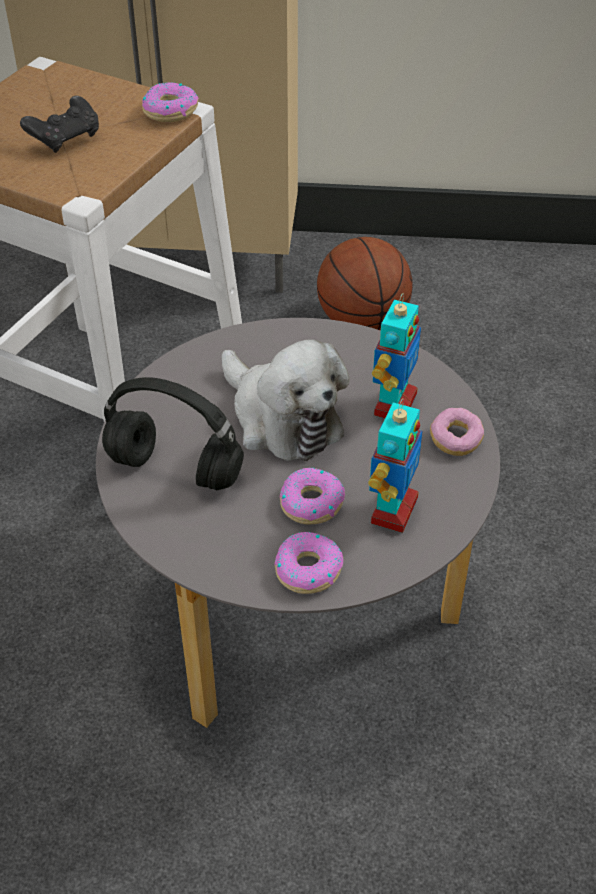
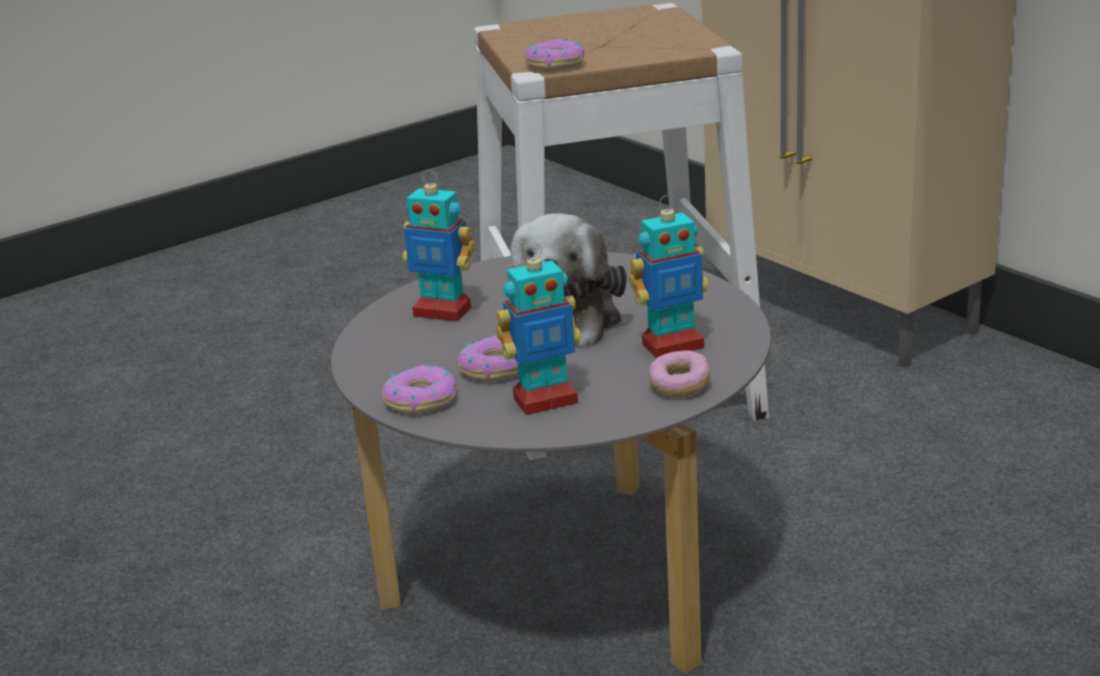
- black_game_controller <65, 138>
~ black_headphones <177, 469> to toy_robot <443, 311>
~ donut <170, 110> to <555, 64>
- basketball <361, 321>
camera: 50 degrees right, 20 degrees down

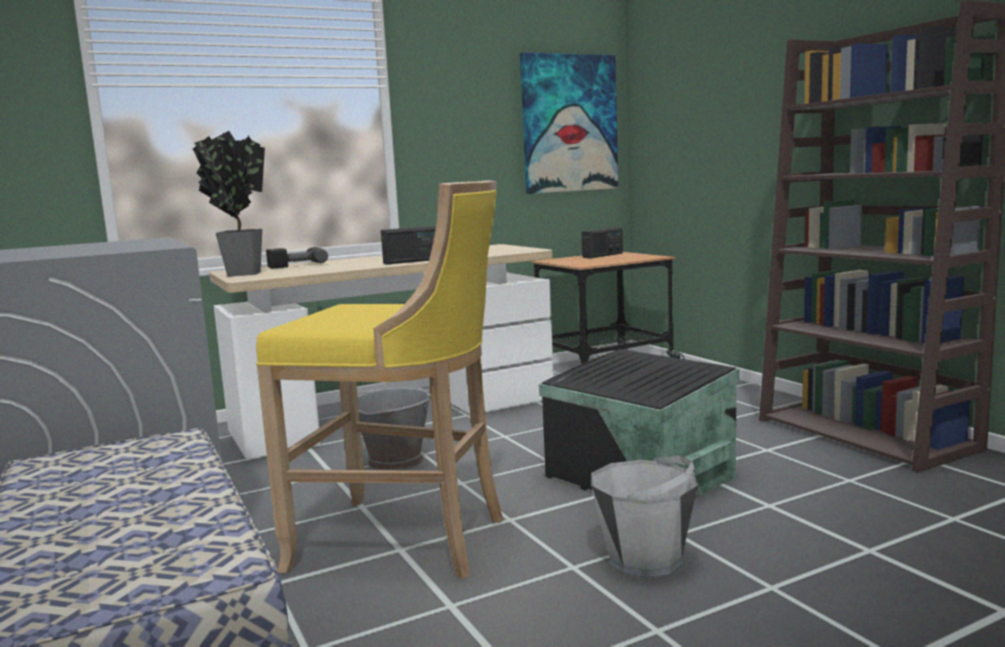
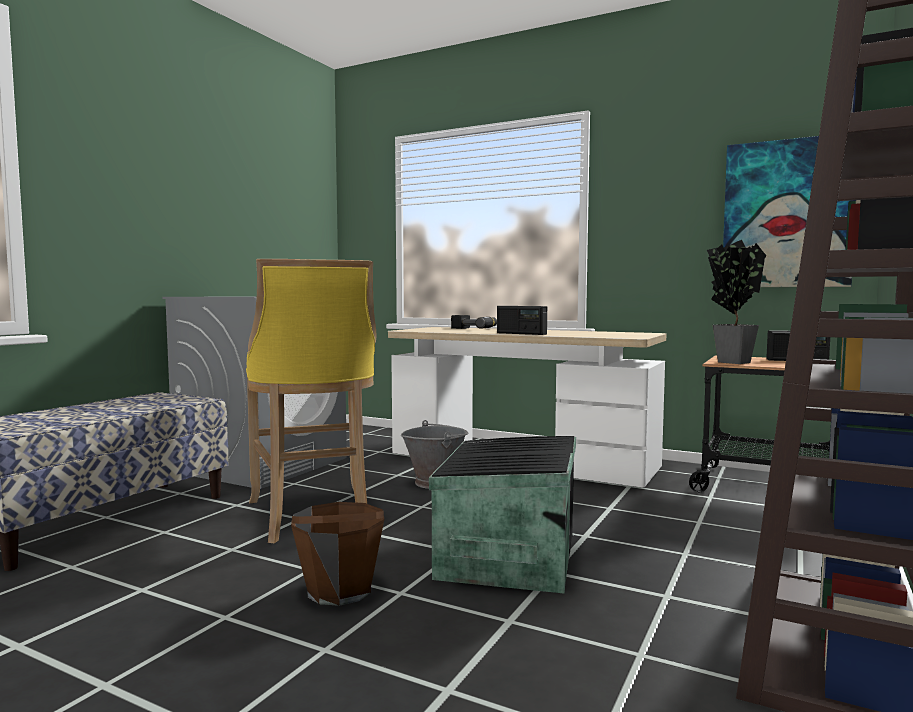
~ potted_plant <239, 274> to <730, 361>
~ grey_bucket <645, 560> to brown_bucket <339, 590>
camera: 55 degrees right, 5 degrees down

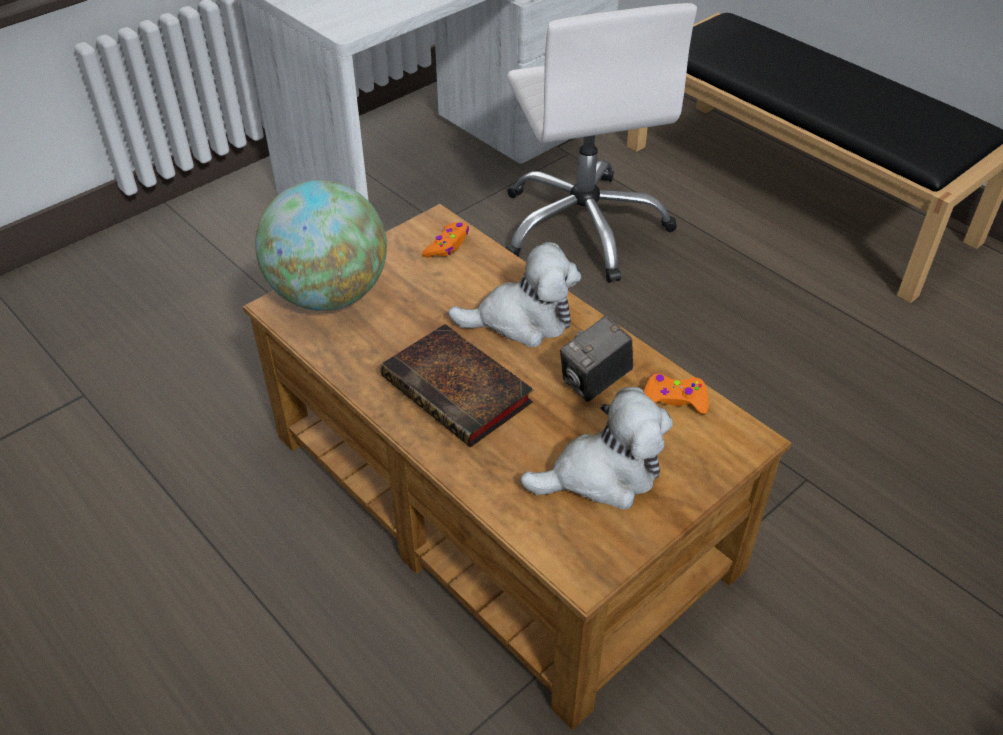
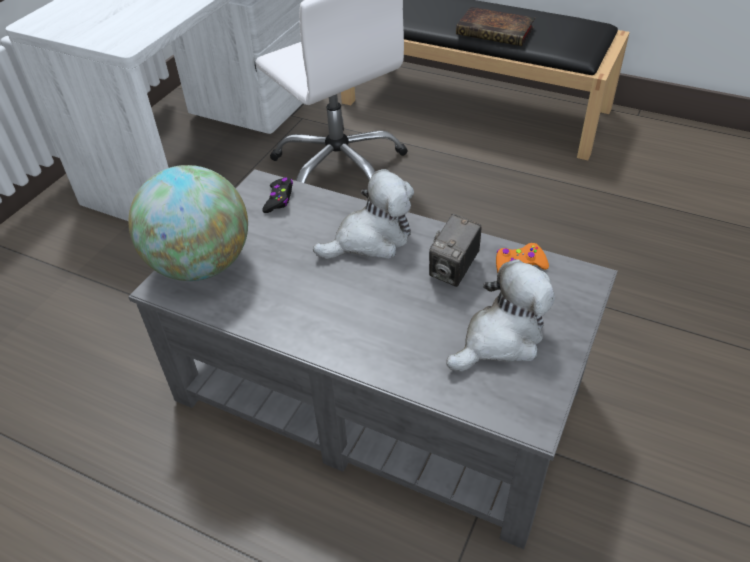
~ brown_coffee_table <499, 497> to grey_coffee_table <377, 388>
~ book <460, 392> to <497, 31>
~ orange_game_controller <447, 245> to black_game_controller <279, 199>
camera: 20 degrees left, 0 degrees up

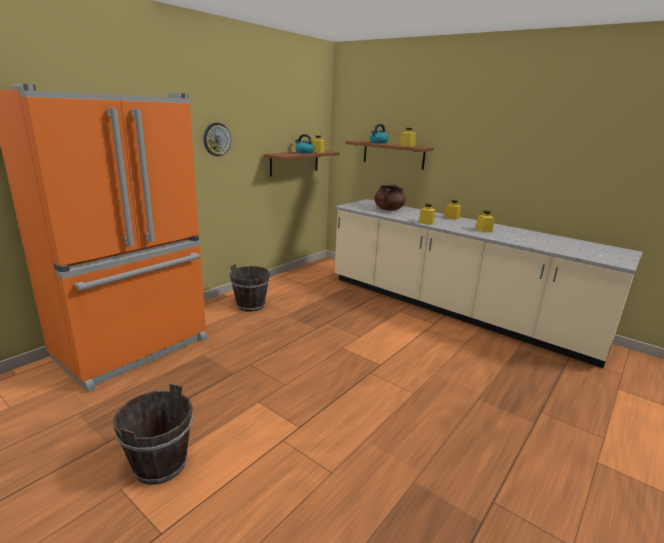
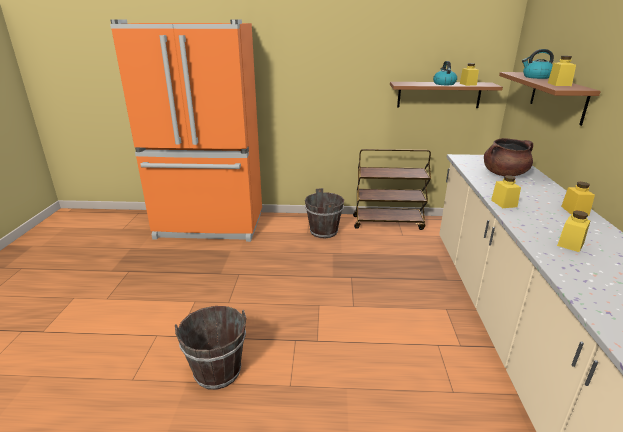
~ brown_bucket <160, 464> to <217, 371>
- wall_clock <216, 139>
+ brown_cart <388, 222>
camera: 55 degrees right, 5 degrees up

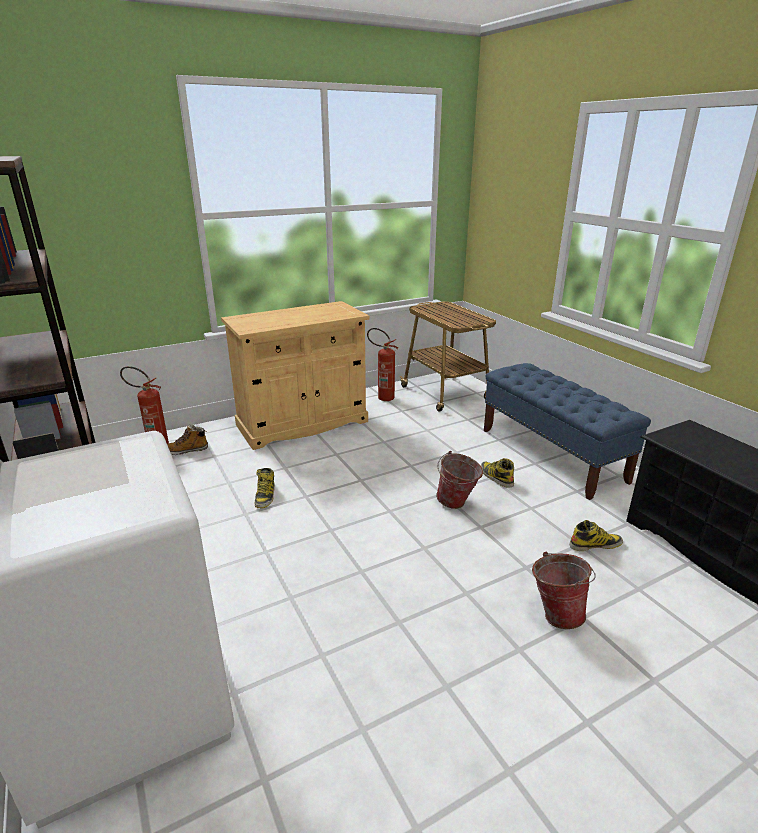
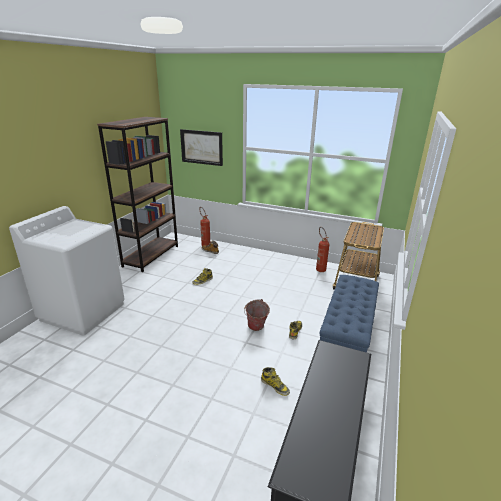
- beige_cabinet <302, 423>
- bucket <555, 612>
+ picture <201, 147>
camera: 50 degrees right, 0 degrees up

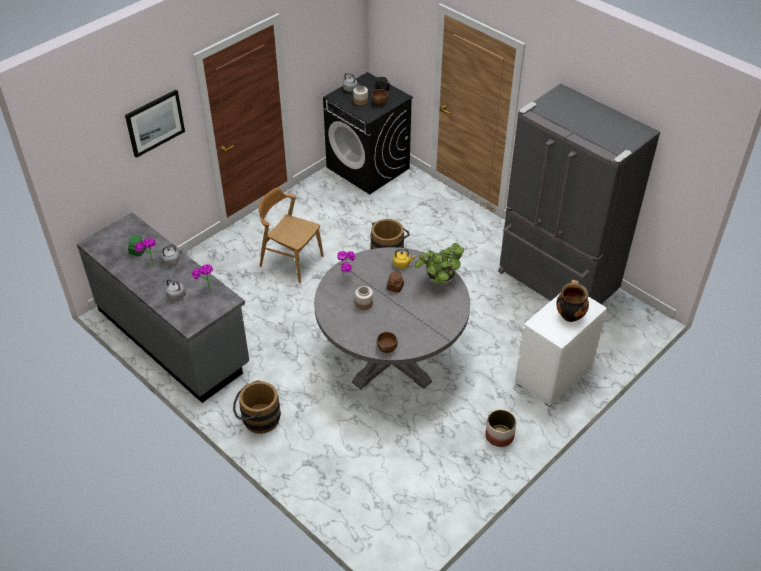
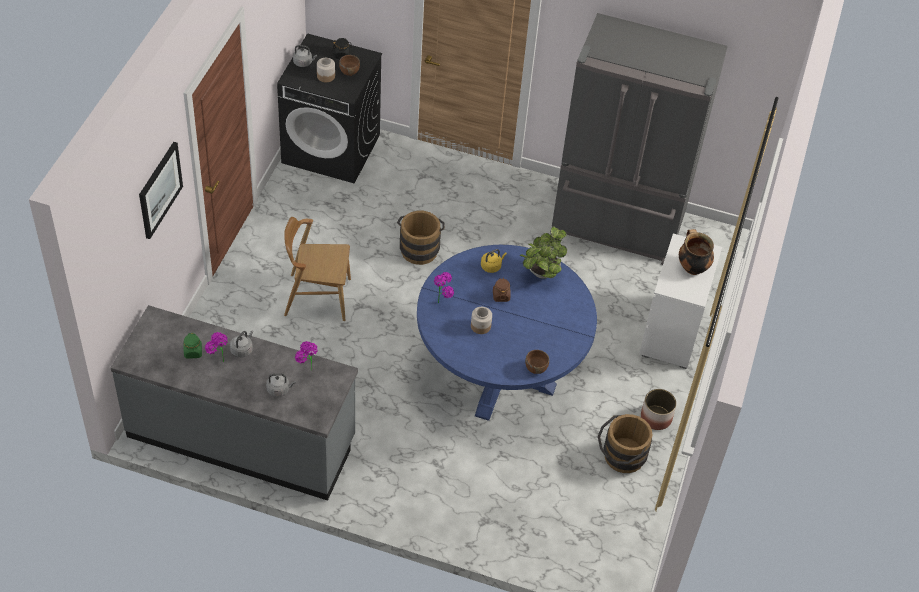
~ brown_bucket <257, 419> to <620, 458>
~ grey_dining_table <391, 358> to blue_dining_table <499, 373>
camera: 30 degrees left, 5 degrees up

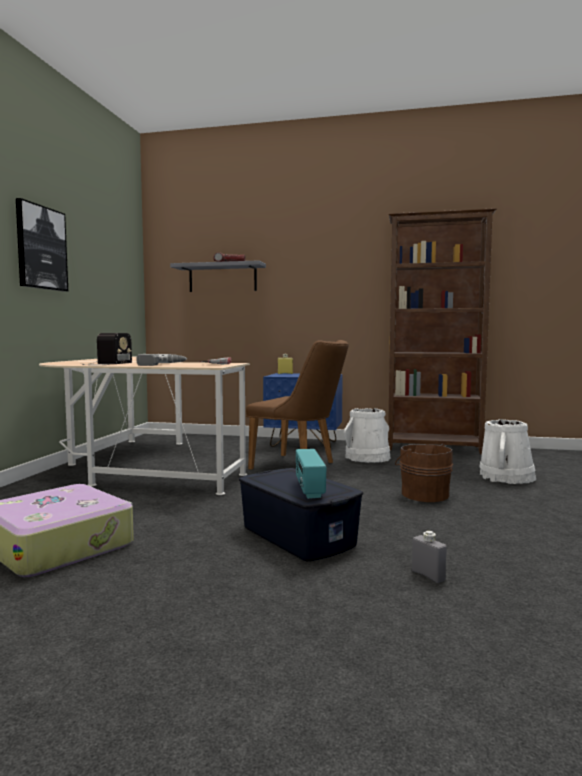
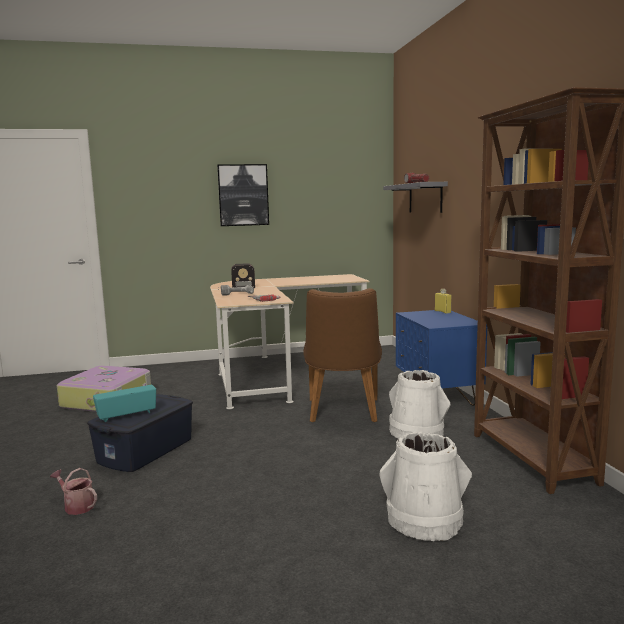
- brown_bucket <423, 494>
~ grey_bottle <428, 575> to watering_can <76, 506>
camera: 65 degrees right, 5 degrees up

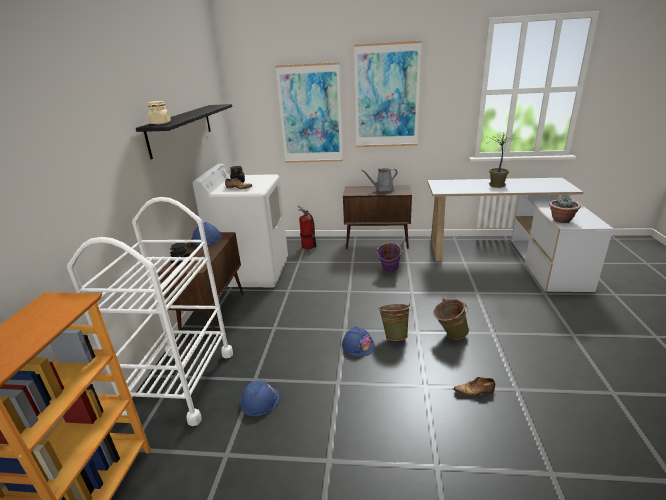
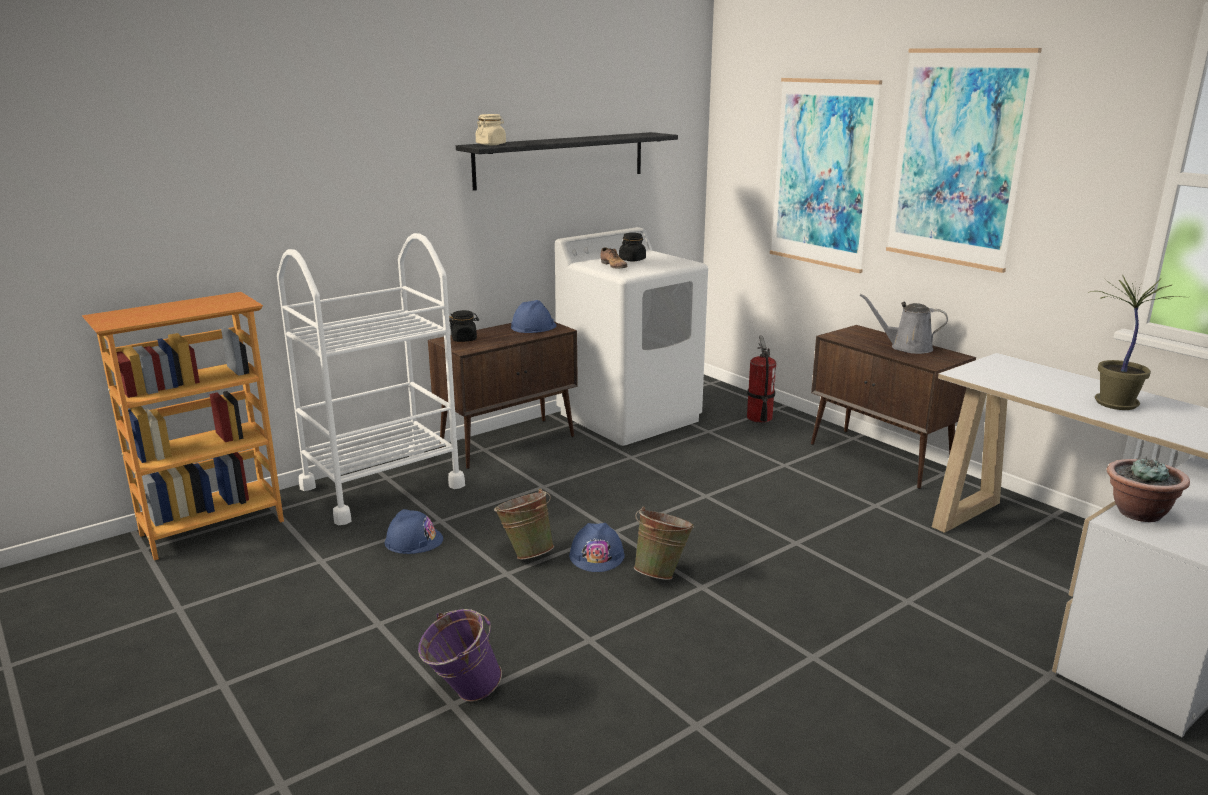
~ purple_bucket <389, 272> to <461, 694>
~ green_bucket <449, 335> to <526, 553>
- shoe <475, 391>
camera: 45 degrees right, 5 degrees down

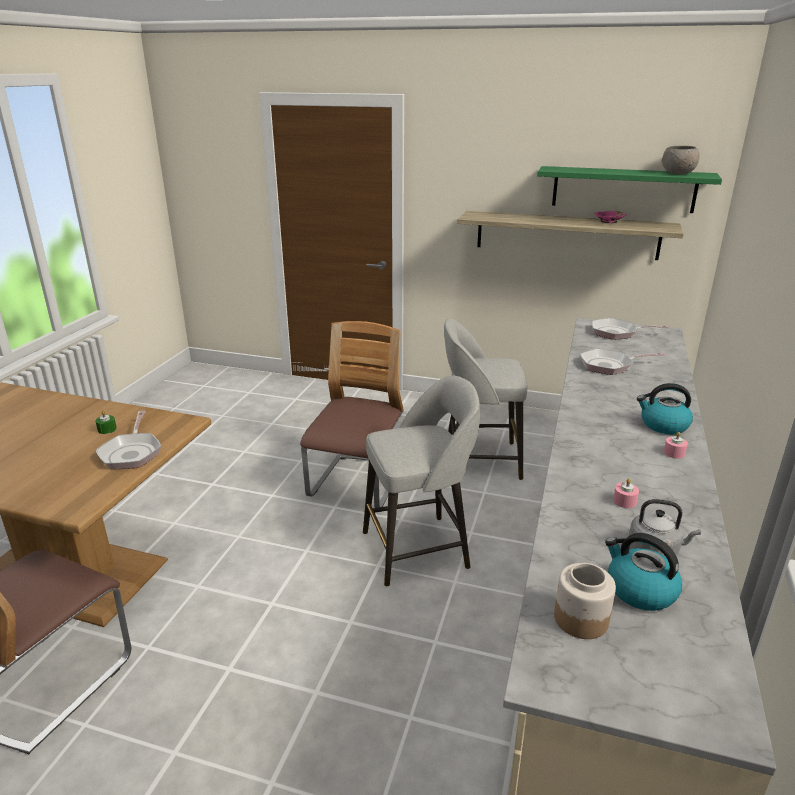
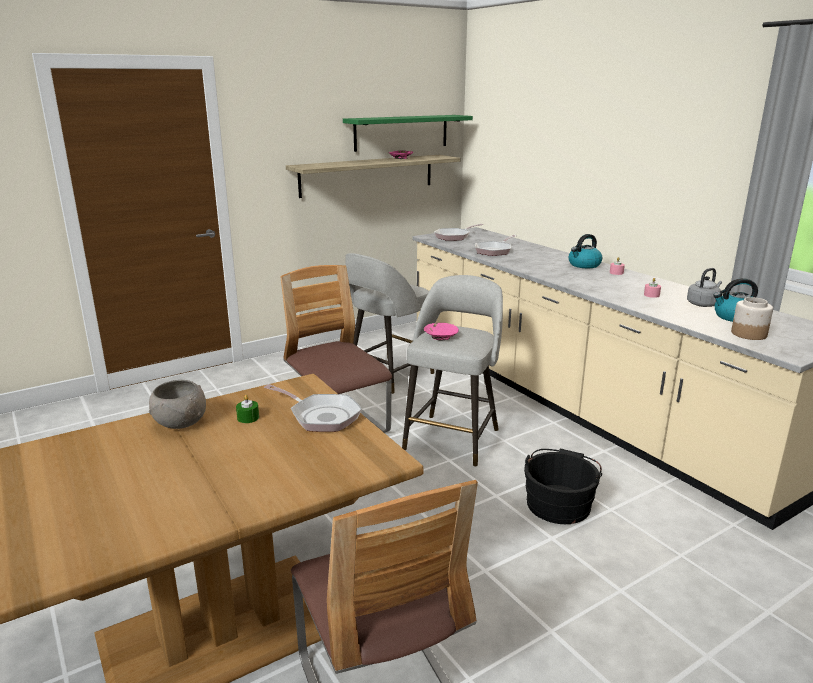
~ grey_bowl <677, 173> to <180, 423>
+ pink_bowl <440, 337>
+ black_bucket <559, 502>
camera: 50 degrees left, 5 degrees down

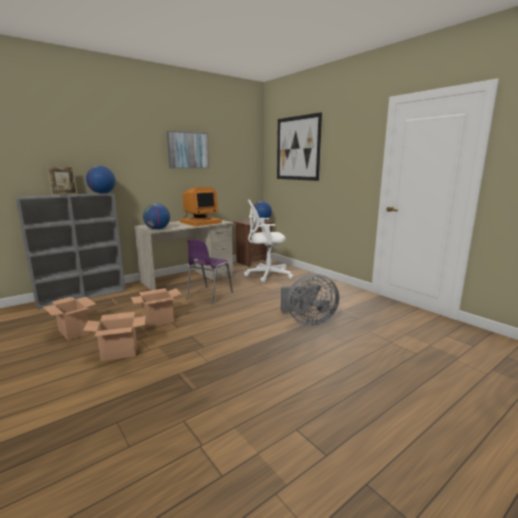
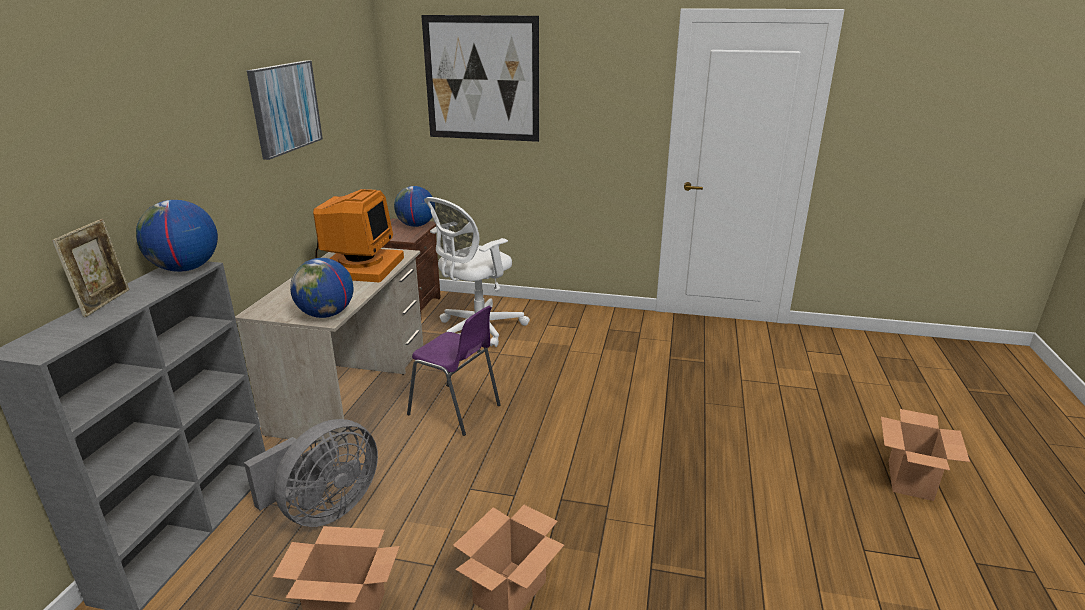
~ cardboard_box <158, 321> to <910, 480>
~ purple_chair <208, 296> = <456, 410> 45 degrees counterclockwise
~ grey_fan <307, 321> to <324, 510>
camera: 40 degrees left, 10 degrees up

